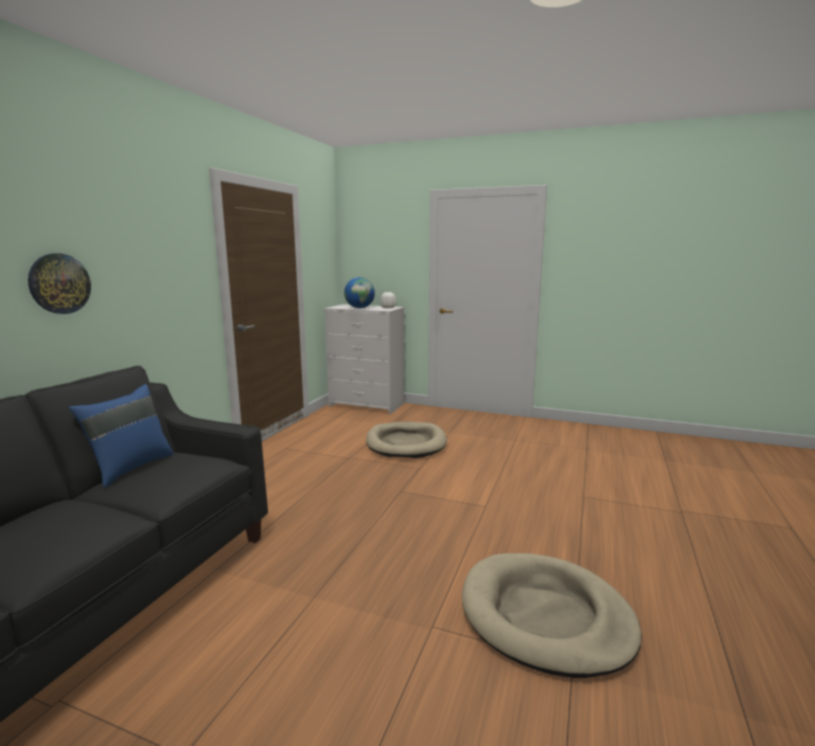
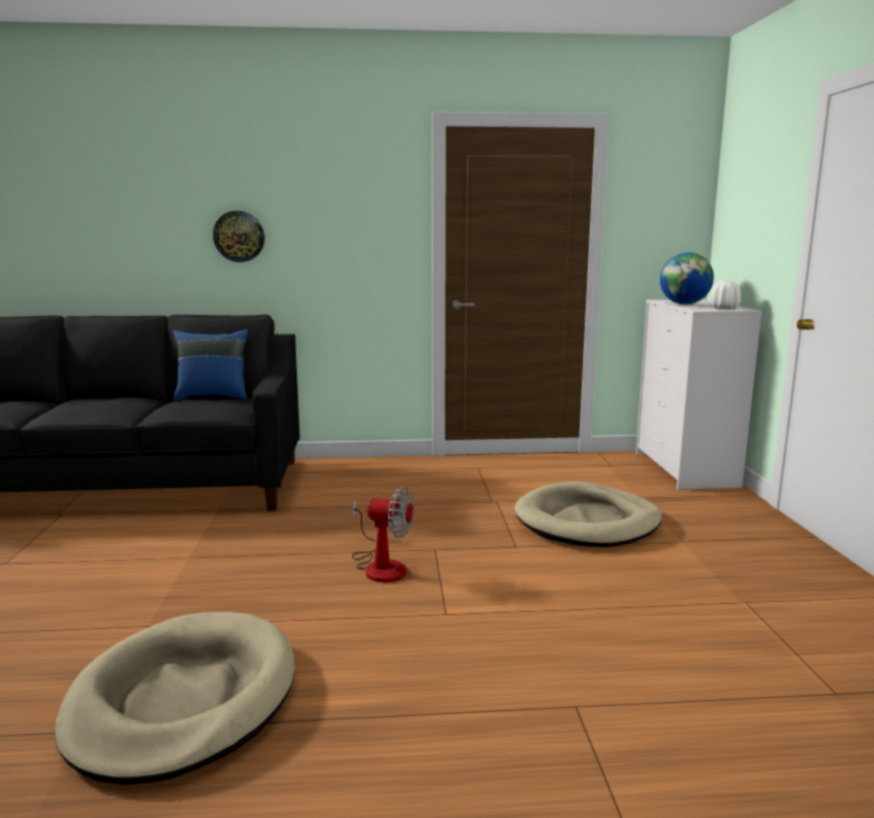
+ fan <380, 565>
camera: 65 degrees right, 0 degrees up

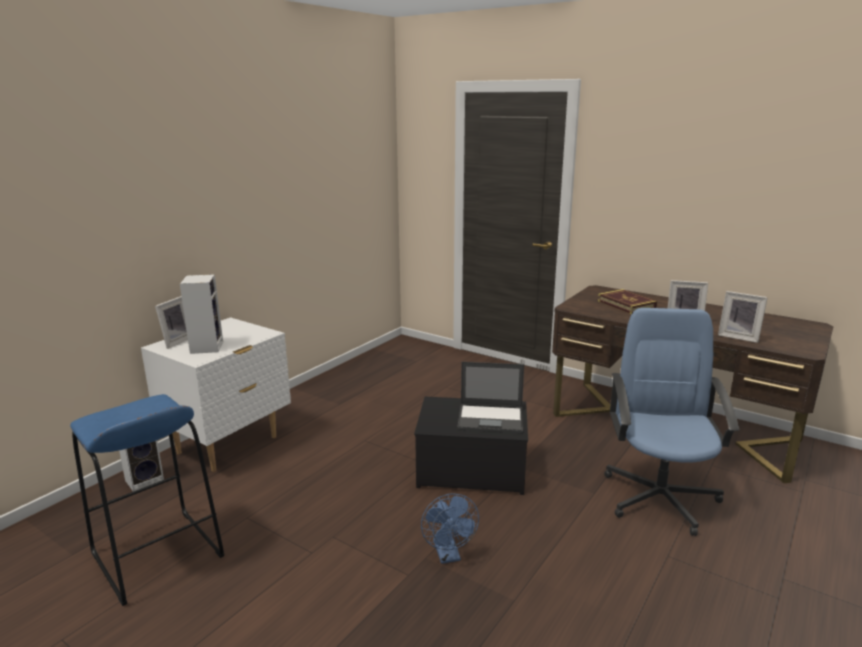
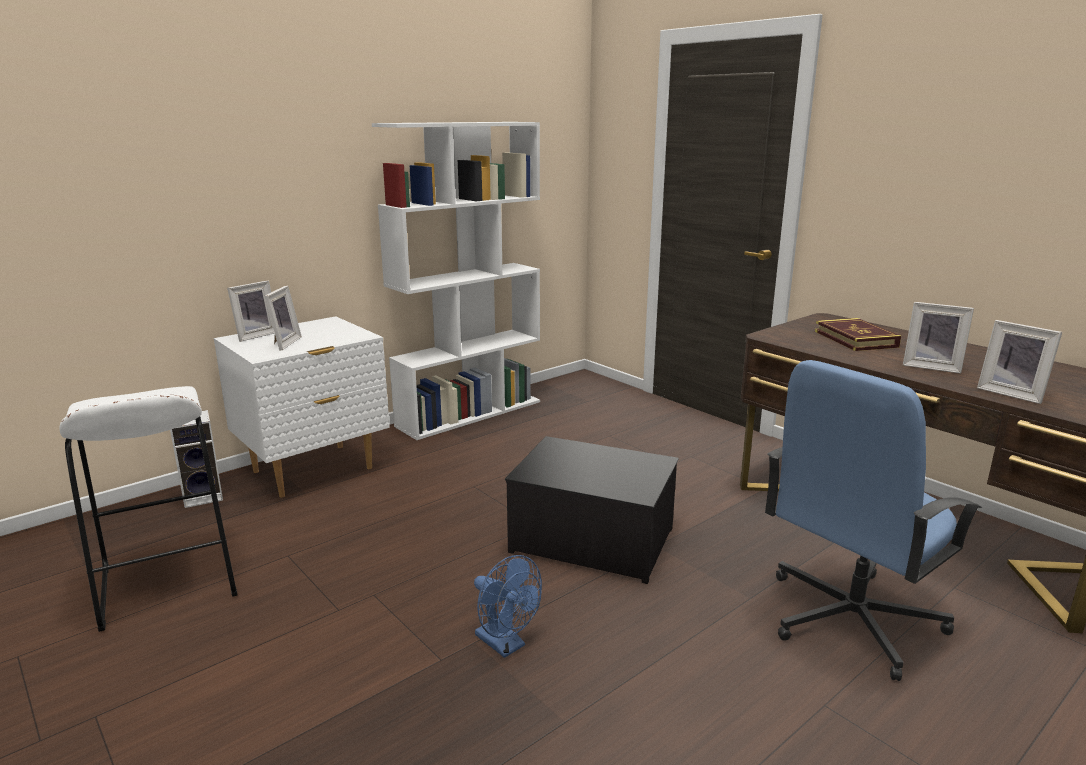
~ blue_stool <157, 555> to white_stool <167, 581>
~ speaker <206, 347> to picture_frame <282, 343>
~ blue_fan <448, 555> = <505, 644> 45 degrees counterclockwise
- laptop <491, 419>
~ blue_office_chair <660, 497> = <850, 619> 150 degrees counterclockwise
+ white_bookcase <470, 413>
camera: 15 degrees right, 0 degrees up

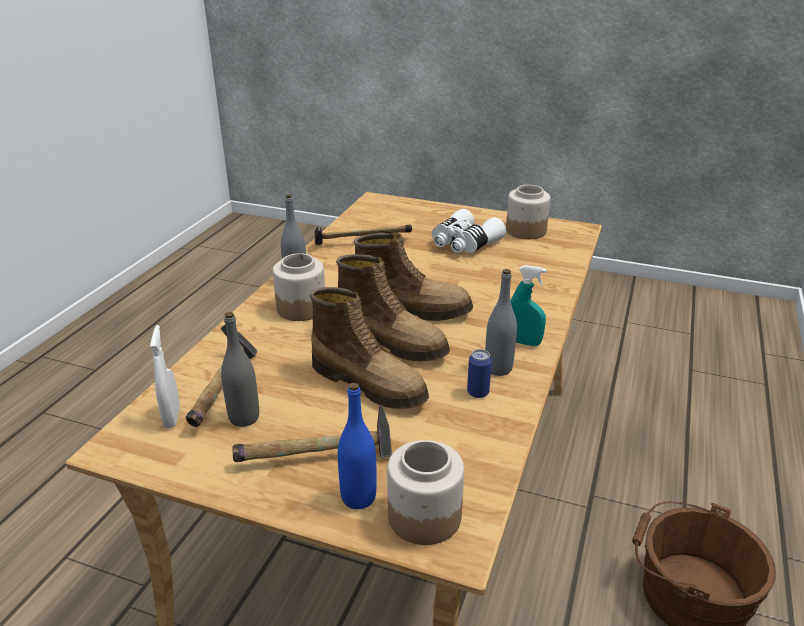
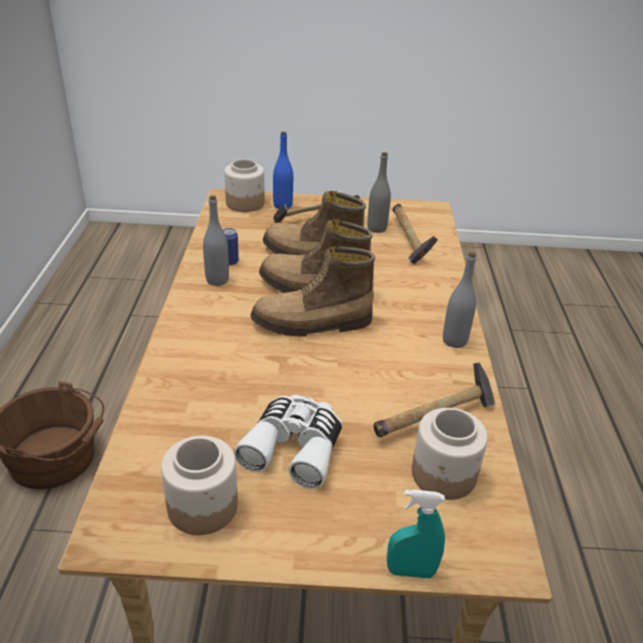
- white_spray_bottle <172, 417>
~ jar <301, 308> to <444, 475>
~ turquoise_spray_bottle <523, 342> to <410, 571>
camera: 160 degrees right, 5 degrees up

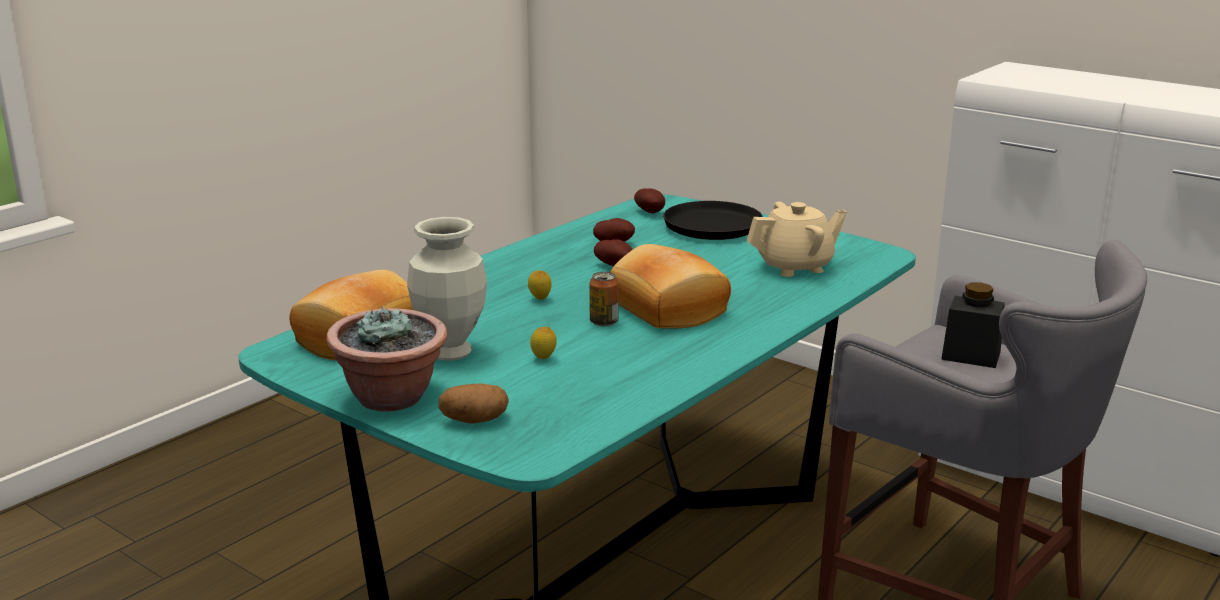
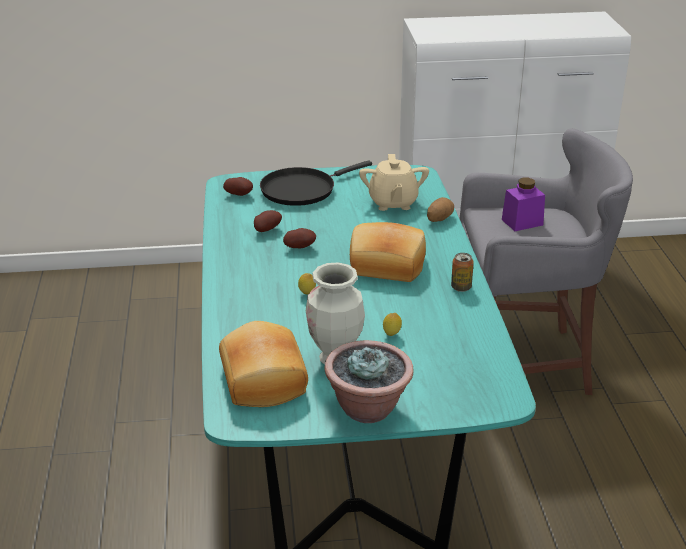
~ potato <474, 420> to <439, 219>
~ can <604, 322> to <461, 287>
~ beige_teapot <795, 267> = <393, 203> 150 degrees clockwise
~ black_jar <971, 355> to purple_jar <522, 222>
camera: 45 degrees left, 10 degrees up

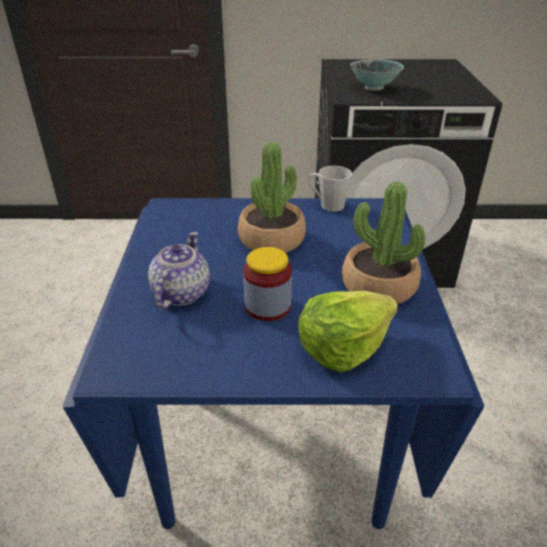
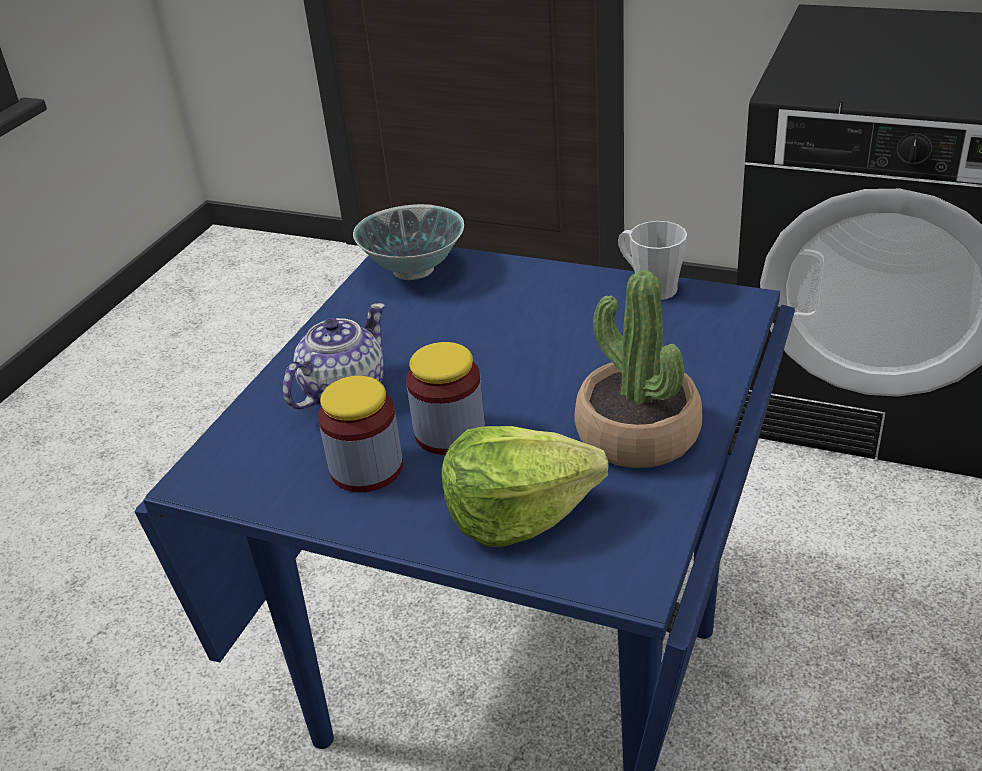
- potted_plant <272, 239>
~ bowl <374, 88> to <414, 271>
+ jar <366, 468>
camera: 25 degrees right, 0 degrees up

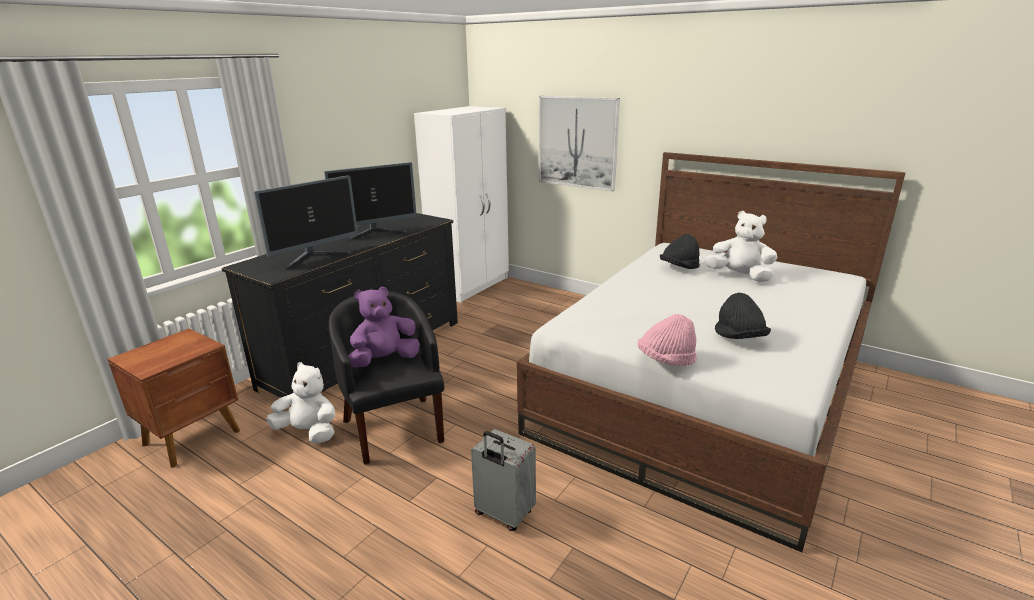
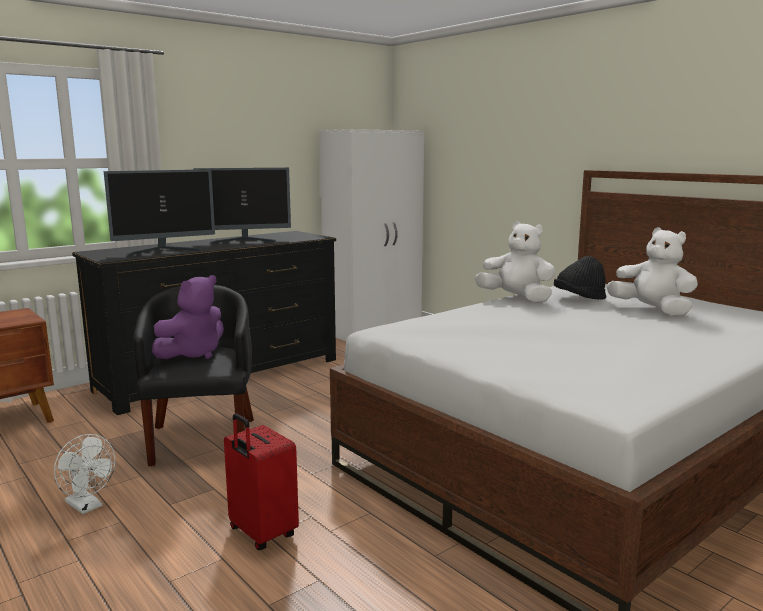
~ white_plush_toy <309, 432> to <516, 298>
~ purple_plush_toy <384, 360> = <193, 354> 150 degrees clockwise
~ grey_suitcase <503, 514> to red_suitcase <261, 534>
- picture <577, 142>
- pink_hat <666, 360>
- black_hat <739, 338>
+ white_fan <87, 506>
camera: 15 degrees right, 10 degrees down

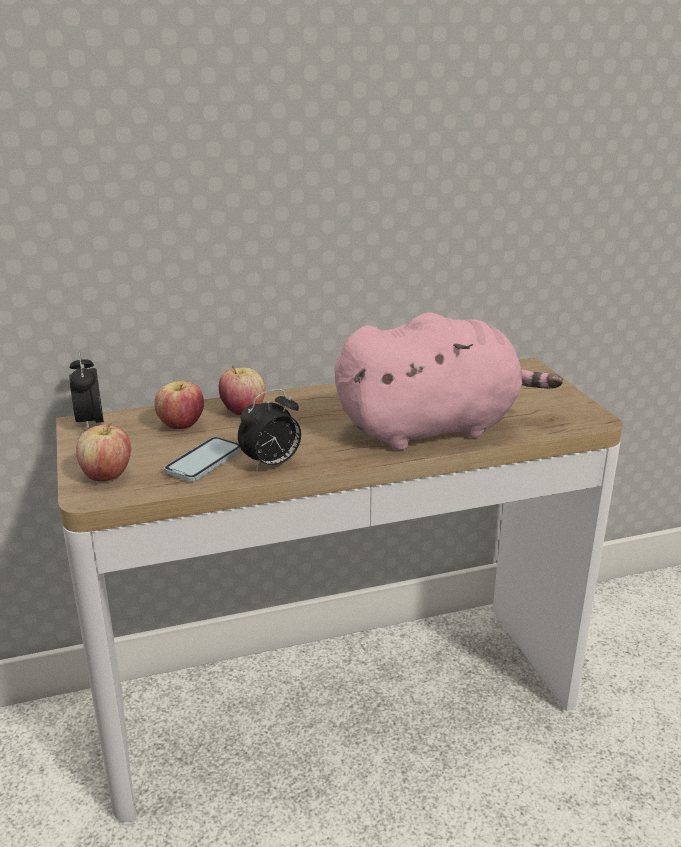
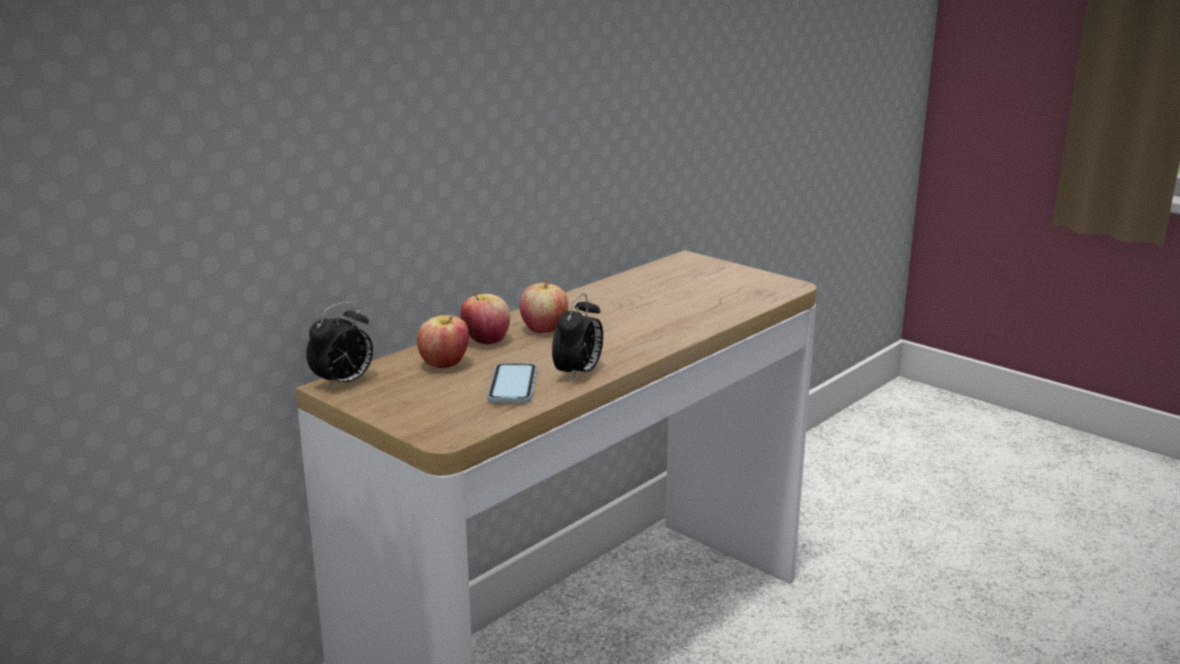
~ alarm_clock <90, 423> = <343, 383> 90 degrees counterclockwise
~ apple <107, 476> to <544, 329>
- pink_plush_toy <434, 428>
camera: 30 degrees left, 5 degrees down

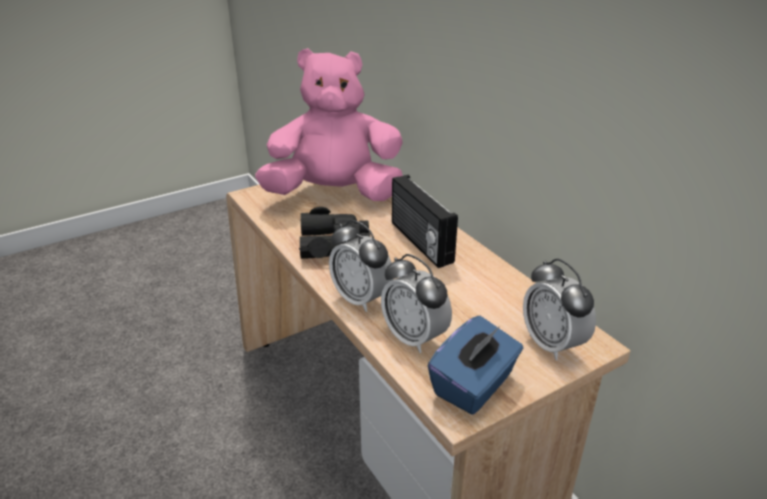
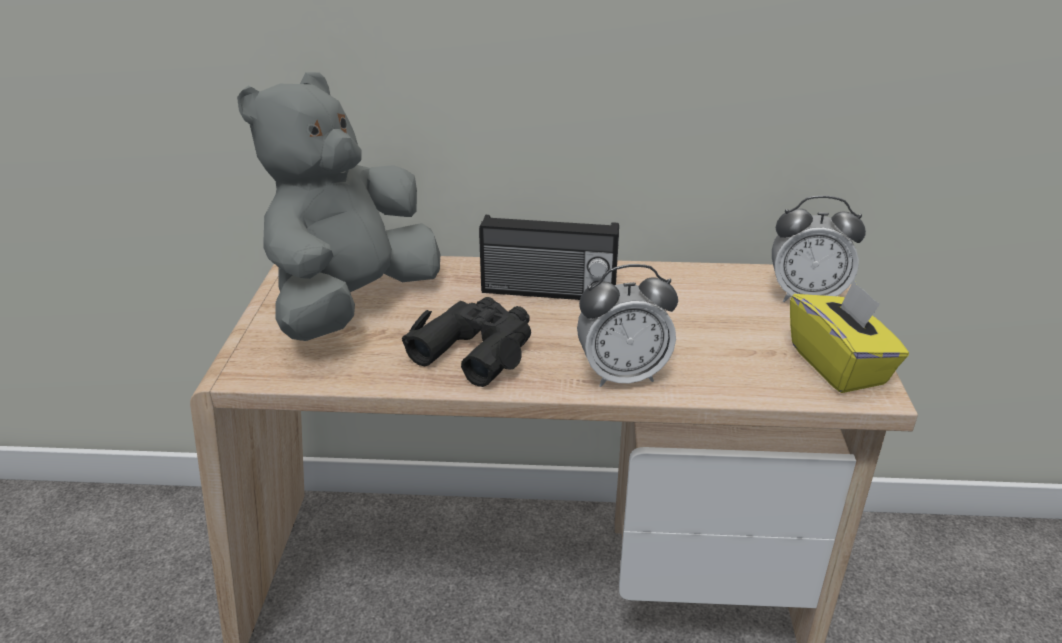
~ pink_plush_toy <335, 194> to grey_plush_toy <352, 304>
- alarm_clock <414, 338>
~ blue_tissue_box <474, 385> to yellow_tissue_box <839, 365>
camera: 55 degrees left, 0 degrees up

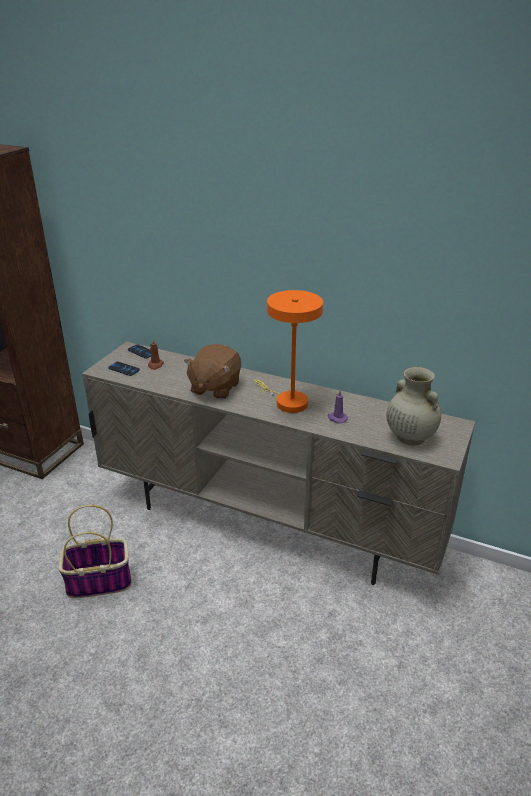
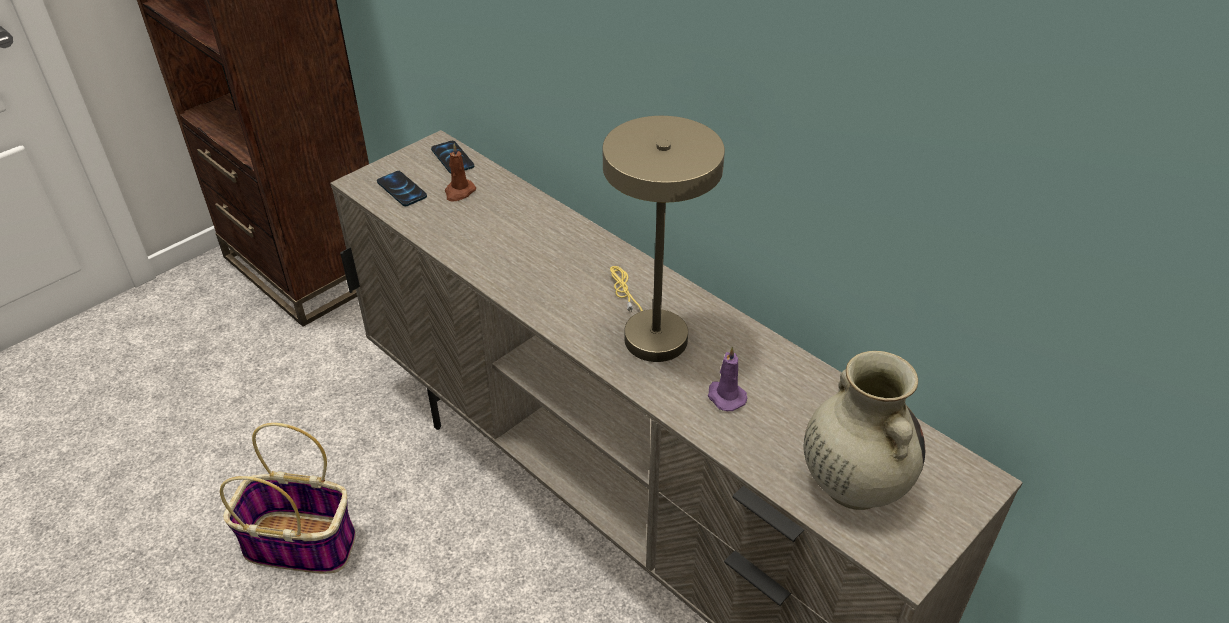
- brown_plush_toy <214, 388>
~ orange_table_lamp <287, 402> to beige_table_lamp <649, 331>
camera: 20 degrees right, 10 degrees up

